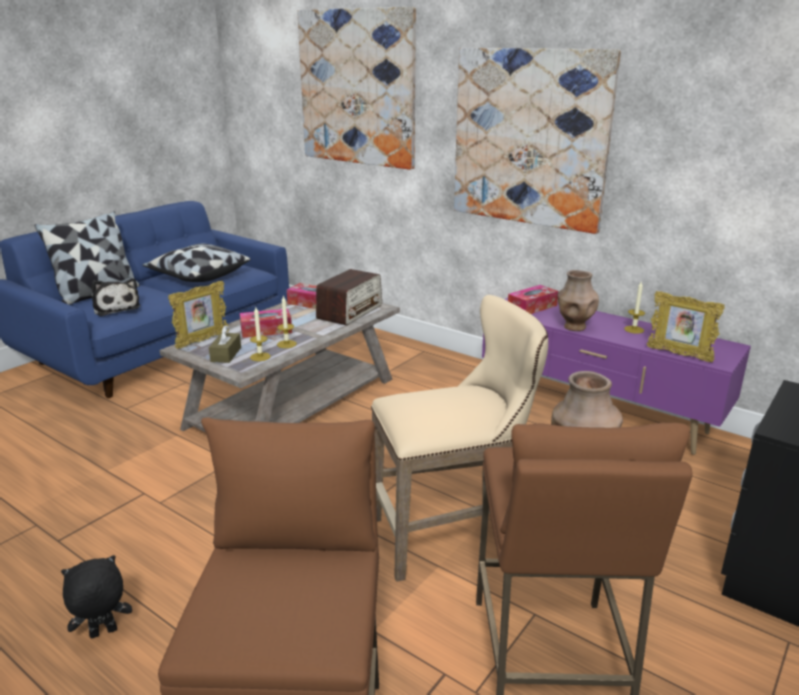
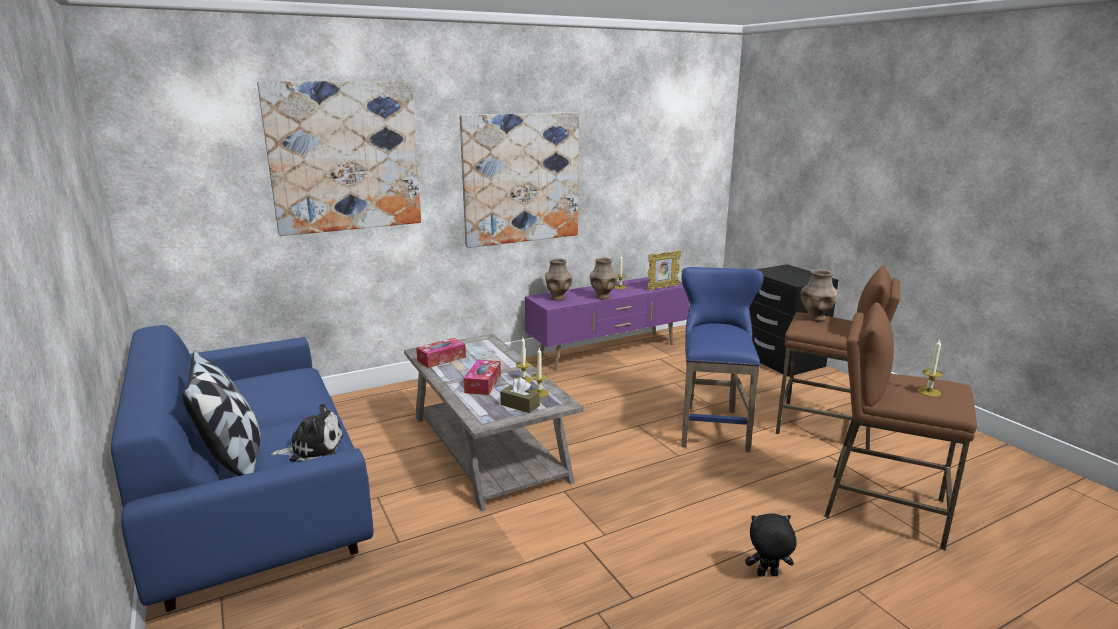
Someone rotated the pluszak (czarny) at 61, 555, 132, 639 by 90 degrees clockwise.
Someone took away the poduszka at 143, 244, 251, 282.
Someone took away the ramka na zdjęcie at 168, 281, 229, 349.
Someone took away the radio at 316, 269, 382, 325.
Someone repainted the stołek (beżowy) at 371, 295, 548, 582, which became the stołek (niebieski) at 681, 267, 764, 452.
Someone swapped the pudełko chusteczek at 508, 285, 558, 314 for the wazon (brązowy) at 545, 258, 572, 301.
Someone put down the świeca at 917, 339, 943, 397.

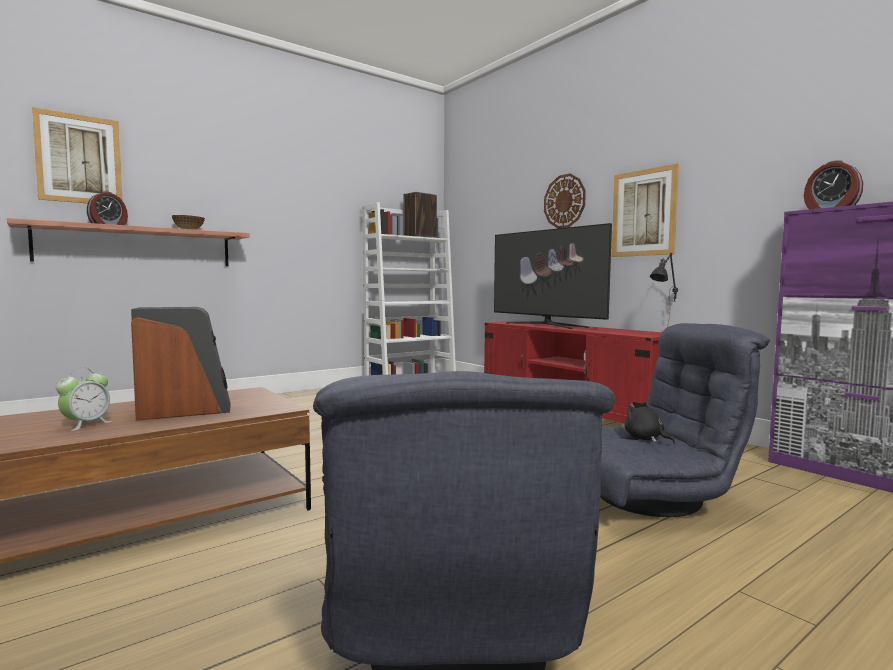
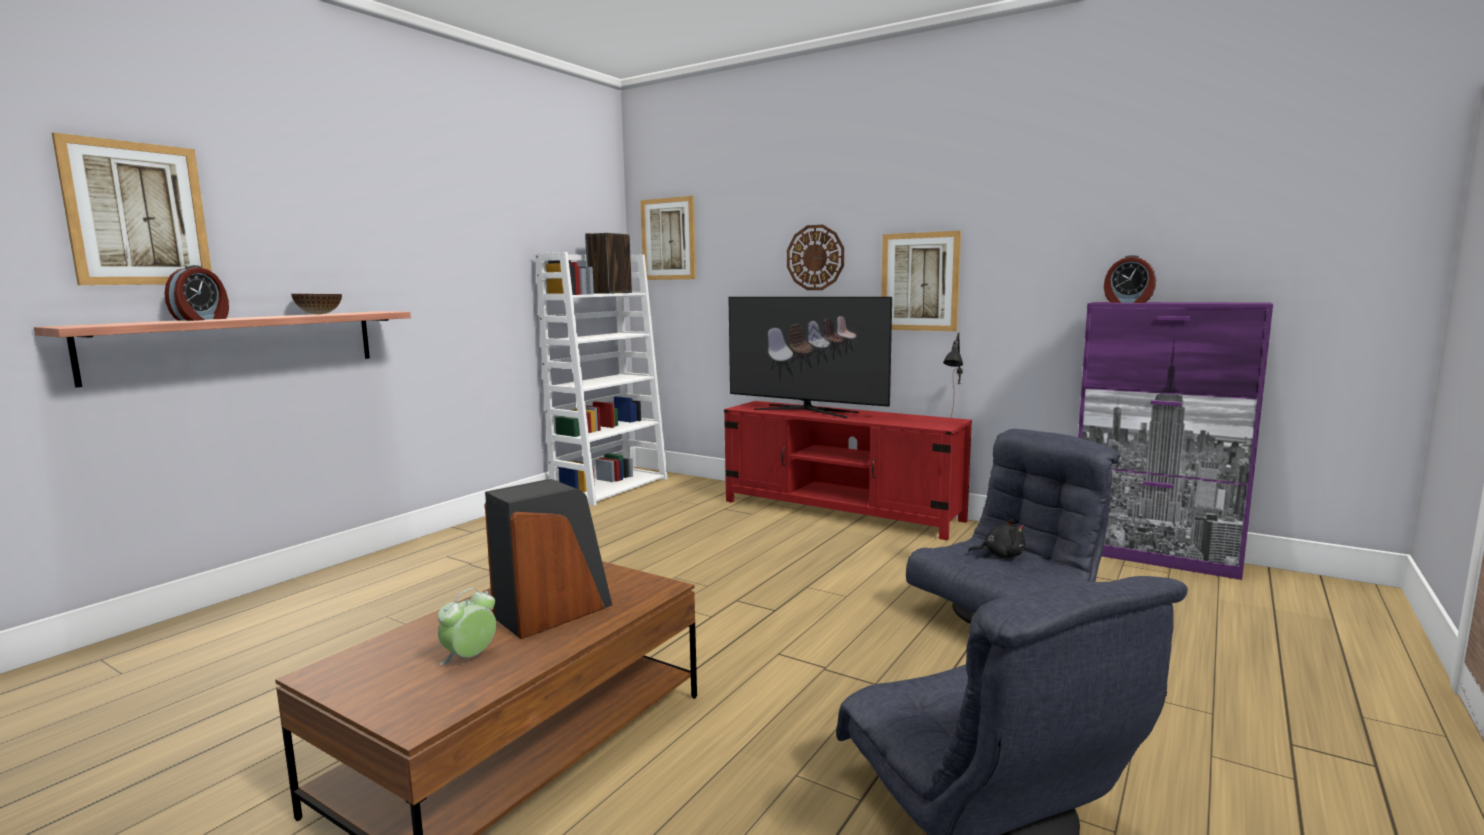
Someone rotated the budzik at 56, 368, 112, 431 by 150 degrees counterclockwise.
Someone rotated the pluszak (czarny) at 624, 402, 675, 444 by 150 degrees clockwise.
Someone put up the obraz at 640, 196, 696, 280.

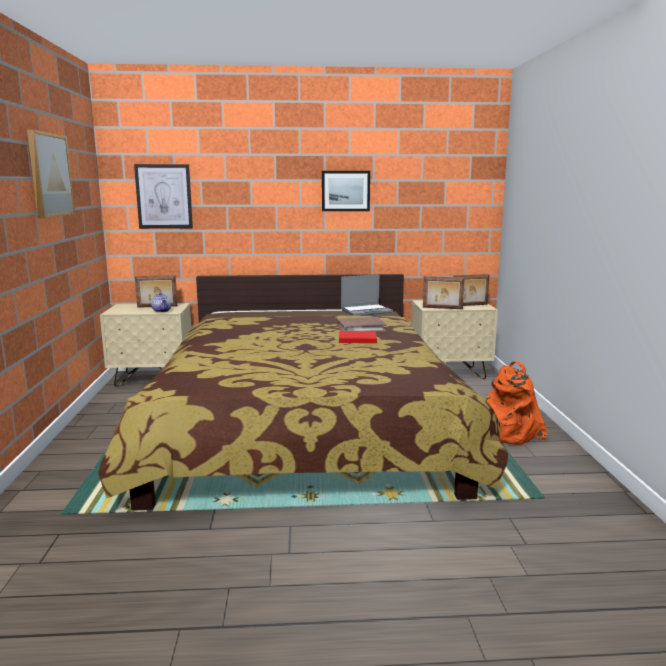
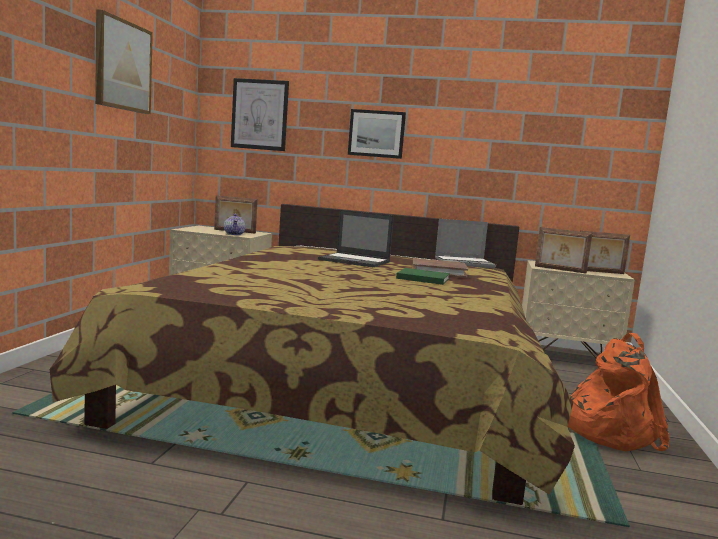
Someone carried the obraz from 322, 171, 370, 211 to 348, 109, 406, 159.
Someone repainted the książka (czerwony) at 339, 331, 377, 343, which became the książka (zielony) at 396, 268, 450, 285.
Someone put down the laptop at 318, 210, 394, 267.

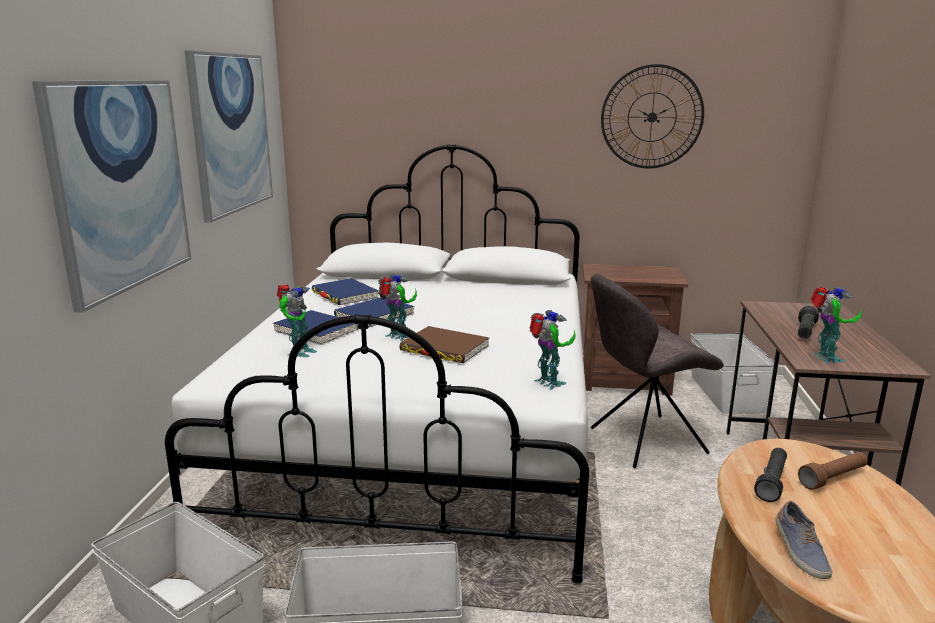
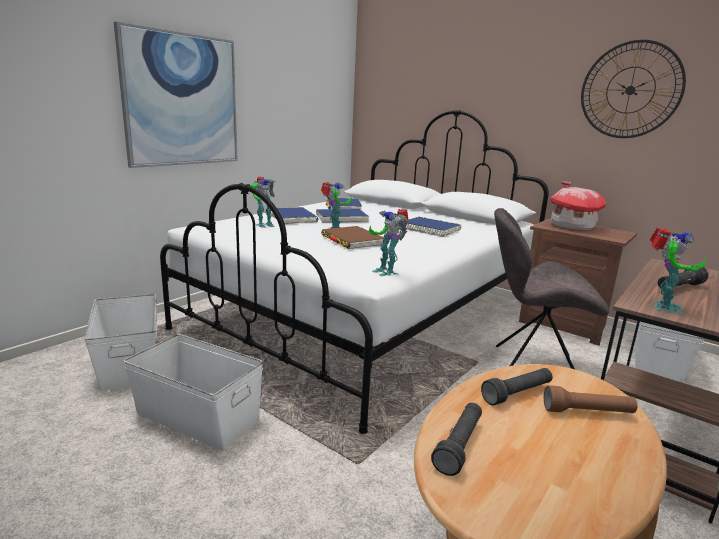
Someone took away the obraz at 185, 50, 273, 223.
Someone rotated the robot zabawkowy at 529, 310, 575, 390 by 150 degrees clockwise.
Someone swapped the but at 775, 501, 832, 579 for the latarka (czarny) at 431, 403, 482, 476.
Someone put down the książka (niebieski) at 406, 217, 461, 237.
Someone put down the domek at 550, 181, 606, 230.

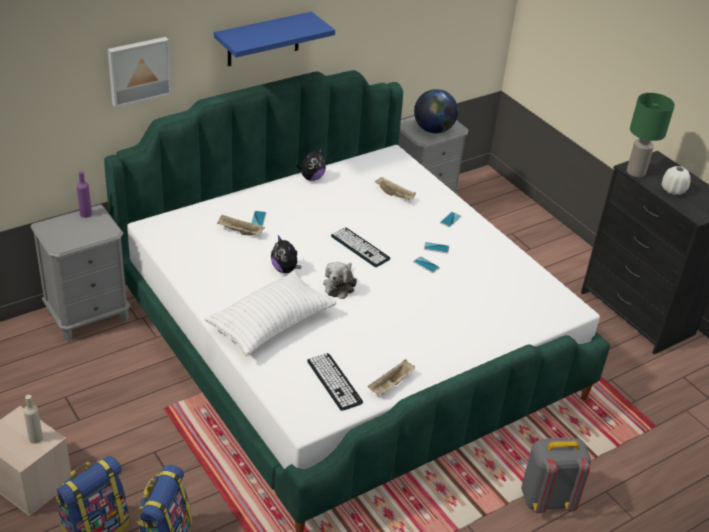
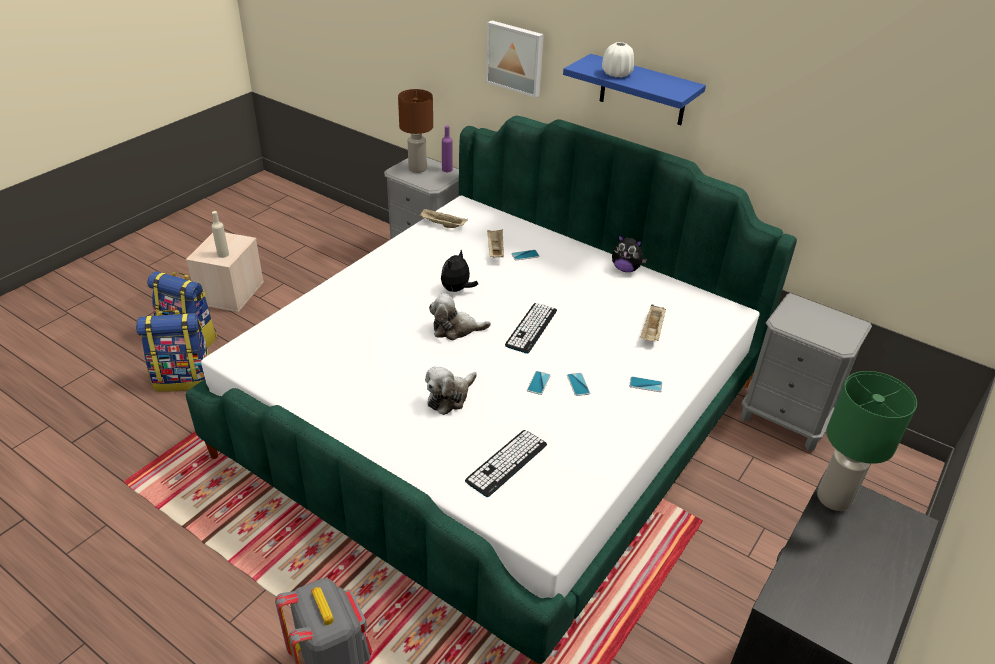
Someone took away the poduszka (biały) at 204, 271, 336, 356.
Someone carried the klawiatura from 307, 353, 363, 411 to 465, 430, 547, 497.
Someone carried the taca (beżowy) from 368, 360, 415, 395 to 420, 208, 468, 228.
Someone took away the globus at 414, 89, 458, 133.
Someone carried the wazon (biały) from 662, 166, 691, 195 to 602, 42, 634, 78.
Someone put down the lampa stołowa (brązowy) at 398, 89, 433, 173.
Someone put down the pluszak at 425, 367, 477, 415.

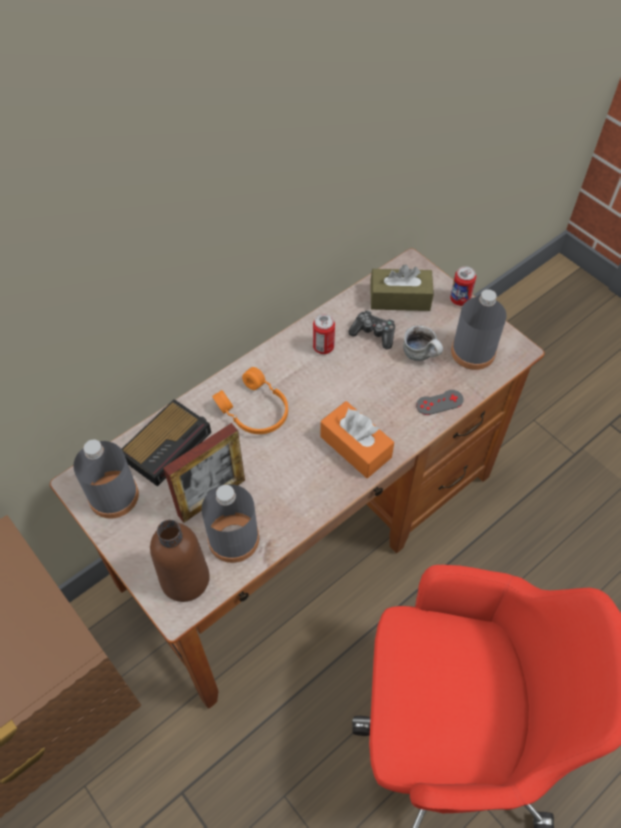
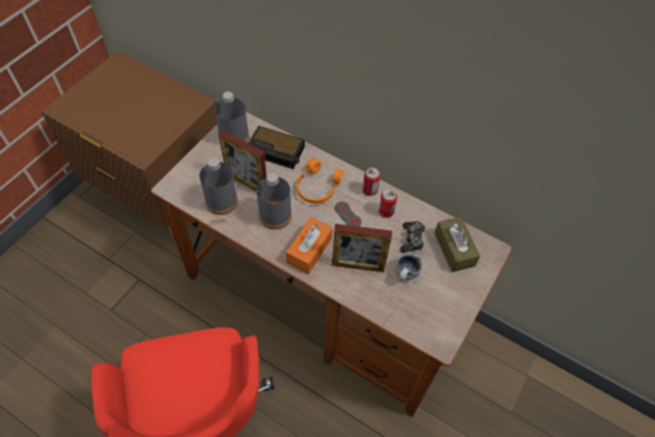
Someone took away the butelka (brązowy) at 150, 520, 210, 602.
Someone carried the pad do gier (szary) from 416, 390, 464, 415 to 335, 202, 362, 227.
Someone carried the puszka from 450, 266, 476, 306 to 362, 167, 380, 196.
Someone carried the butelka (szary) from 451, 289, 507, 370 to 257, 173, 292, 230.
Someone put down the ramka na zdjęcie at 332, 224, 392, 272.

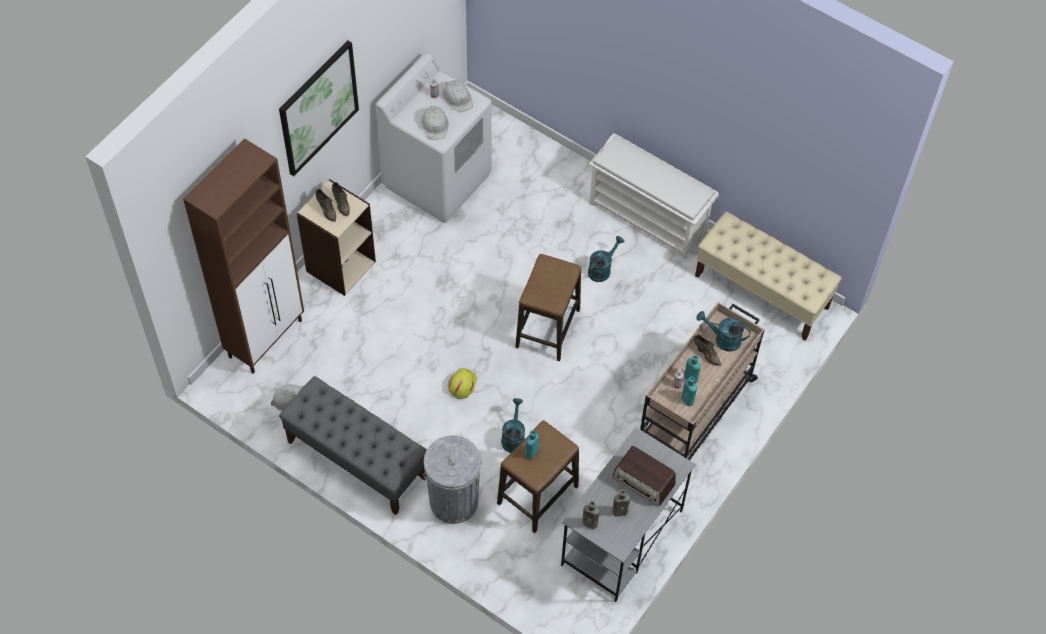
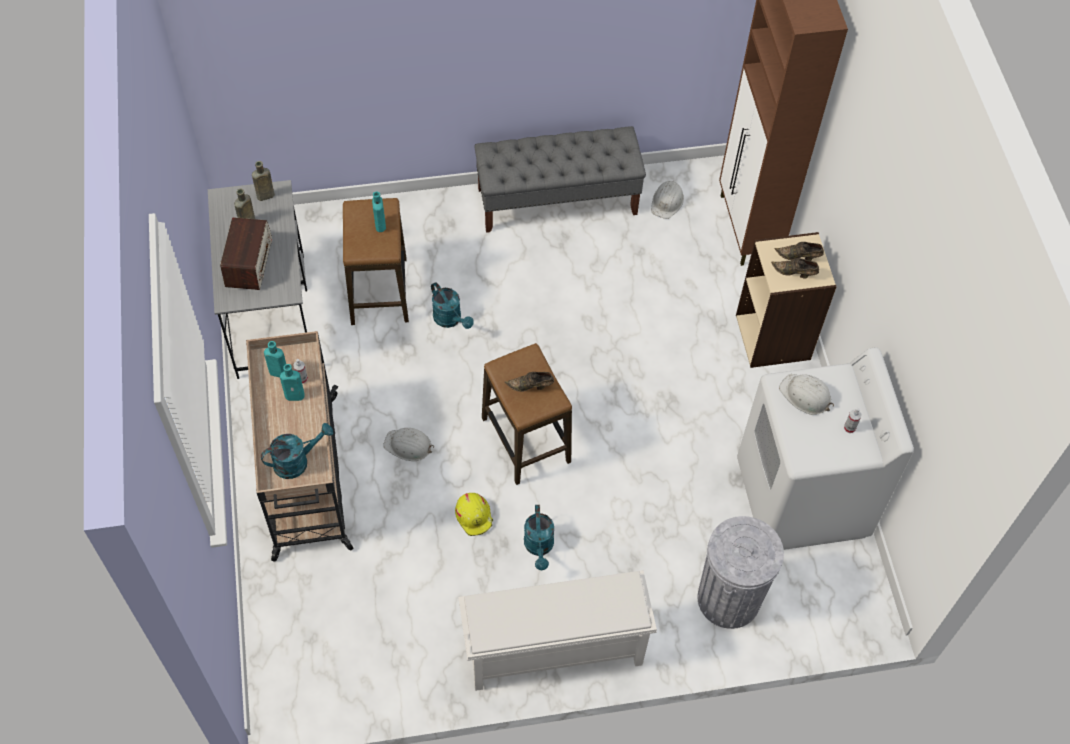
Someone took away the obraz at 279, 41, 359, 176.
Someone carried the kosz na śmieci (szary) from 423, 435, 482, 524 to 698, 516, 784, 629.
Someone carried the kask (biały) from 443, 80, 473, 112 to 383, 428, 434, 461.
Someone carried the kask (żółty) from 448, 368, 477, 399 to 455, 493, 493, 536.
Someone rotated the radio at 613, 446, 676, 506 by 105 degrees clockwise.
Someone carried the but (brązowy) from 694, 334, 722, 366 to 504, 372, 554, 392.
Someone took away the ławka (beżowy) at 695, 211, 842, 341.

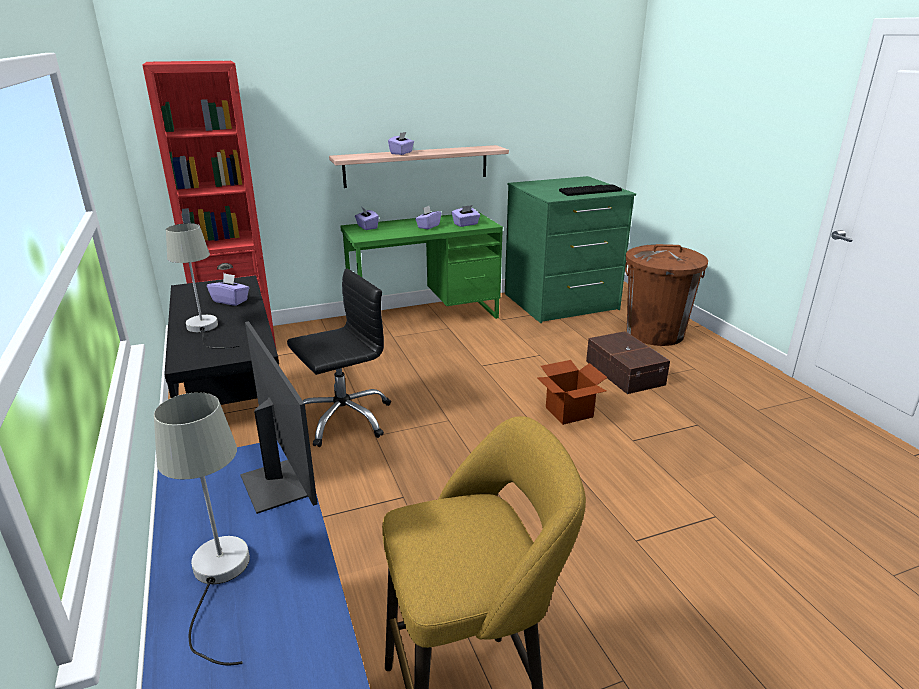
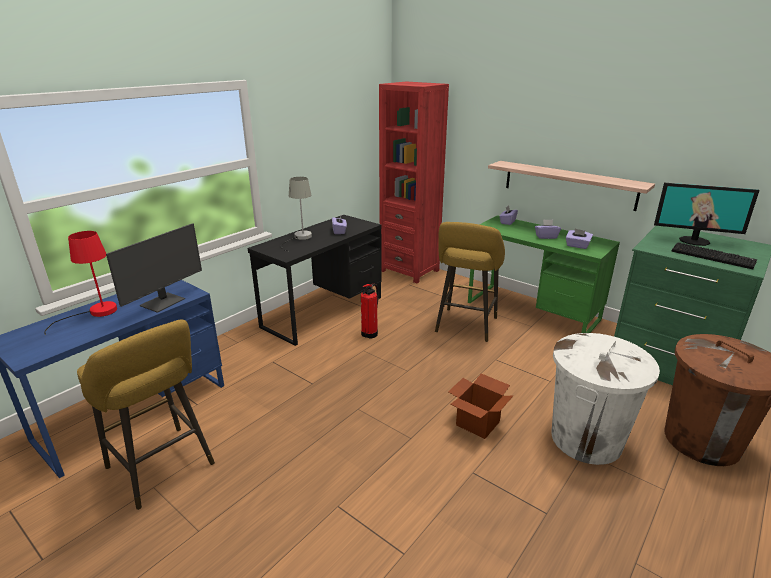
Someone repainted the lampa stołowa (szary) at 154, 392, 250, 665, which became the lampa stołowa (czerwony) at 44, 231, 117, 335.
Someone swapped the krzesło biurowe (czarny) at 287, 268, 391, 447 for the gaśnica at 361, 283, 379, 339.
Someone took away the pudełko chusteczek (fioletowy) at 388, 132, 414, 155.
Someone swapped the pojemnik do przechowywania (brązowy) at 586, 331, 670, 394 for the kosz na śmieci (biały) at 551, 333, 660, 465.
Someone put down the stołek (żółty) at 435, 222, 505, 342.
Someone put down the monitor at 654, 183, 760, 246.

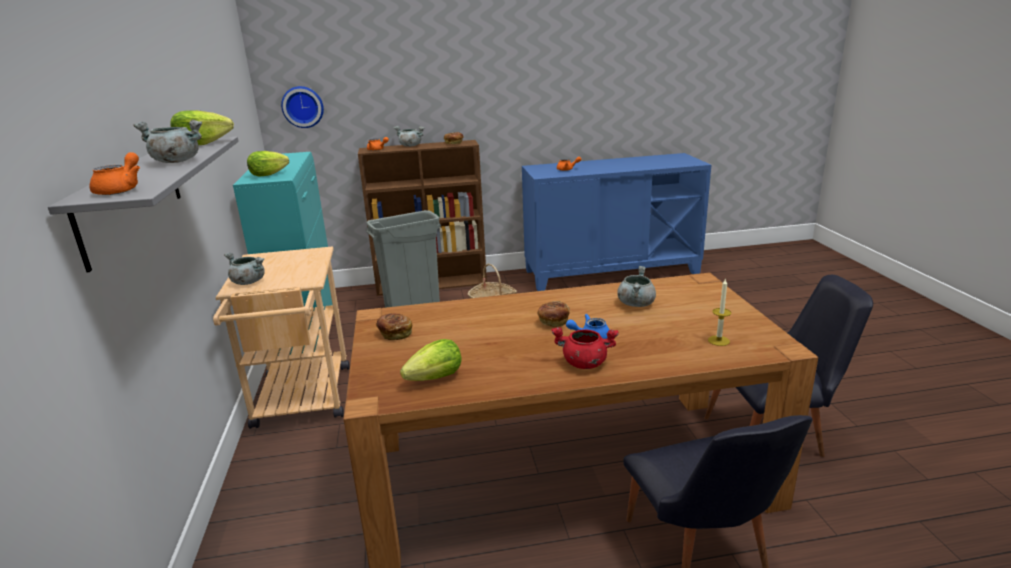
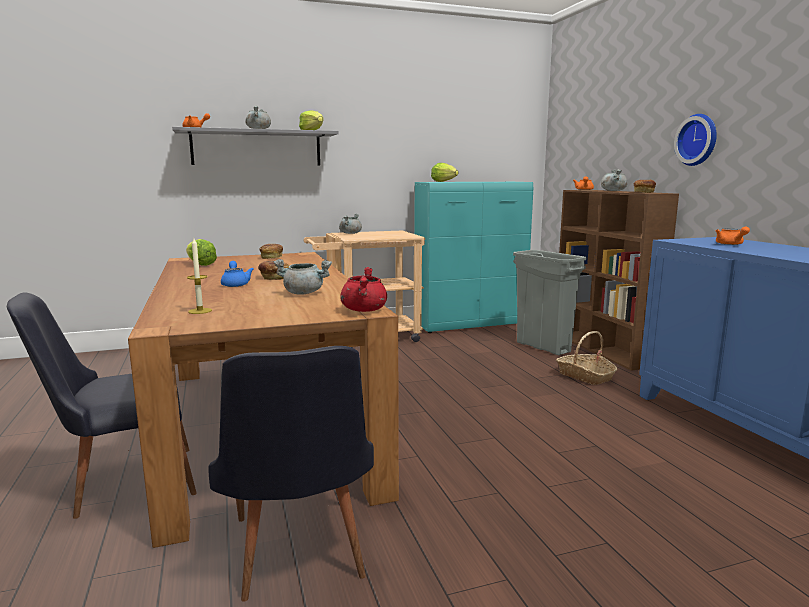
Someone carried the zegar ścienny from 281, 86, 324, 128 to 674, 114, 717, 166.
Someone carried the garnek (czerwony) from 551, 327, 618, 369 to 341, 267, 387, 312.

